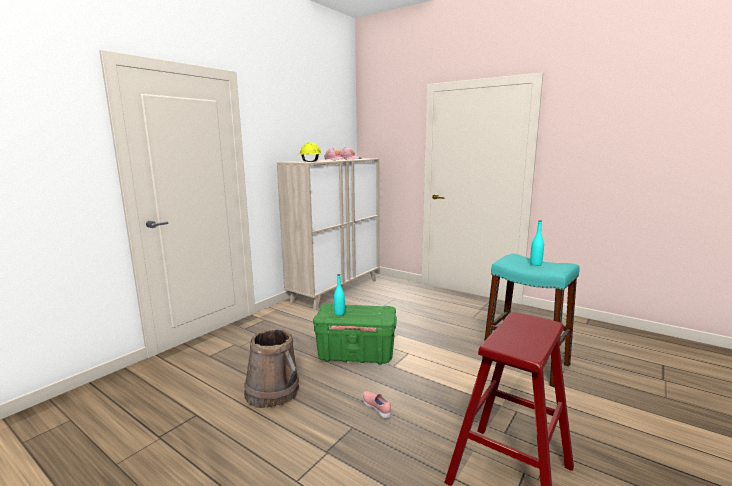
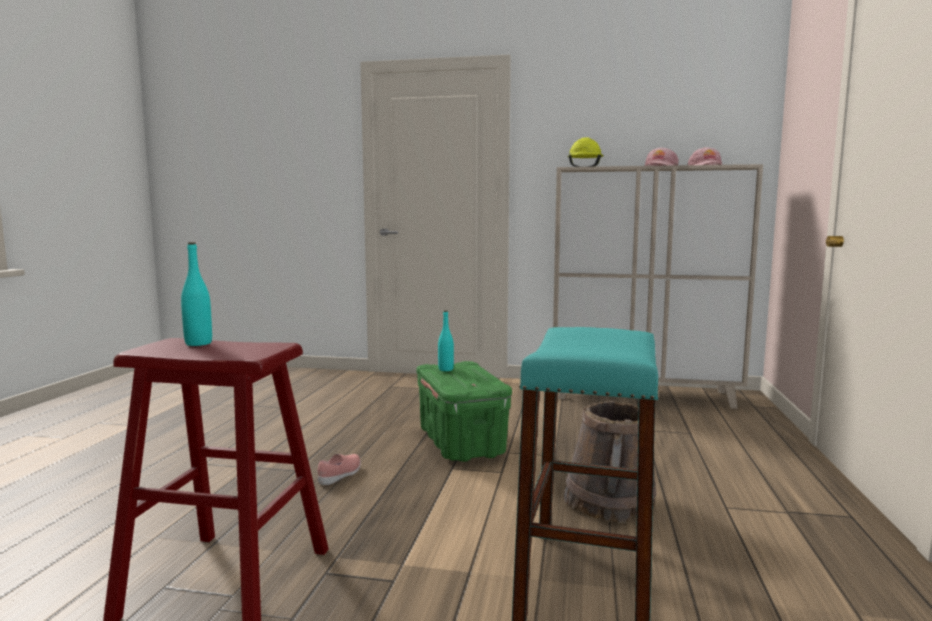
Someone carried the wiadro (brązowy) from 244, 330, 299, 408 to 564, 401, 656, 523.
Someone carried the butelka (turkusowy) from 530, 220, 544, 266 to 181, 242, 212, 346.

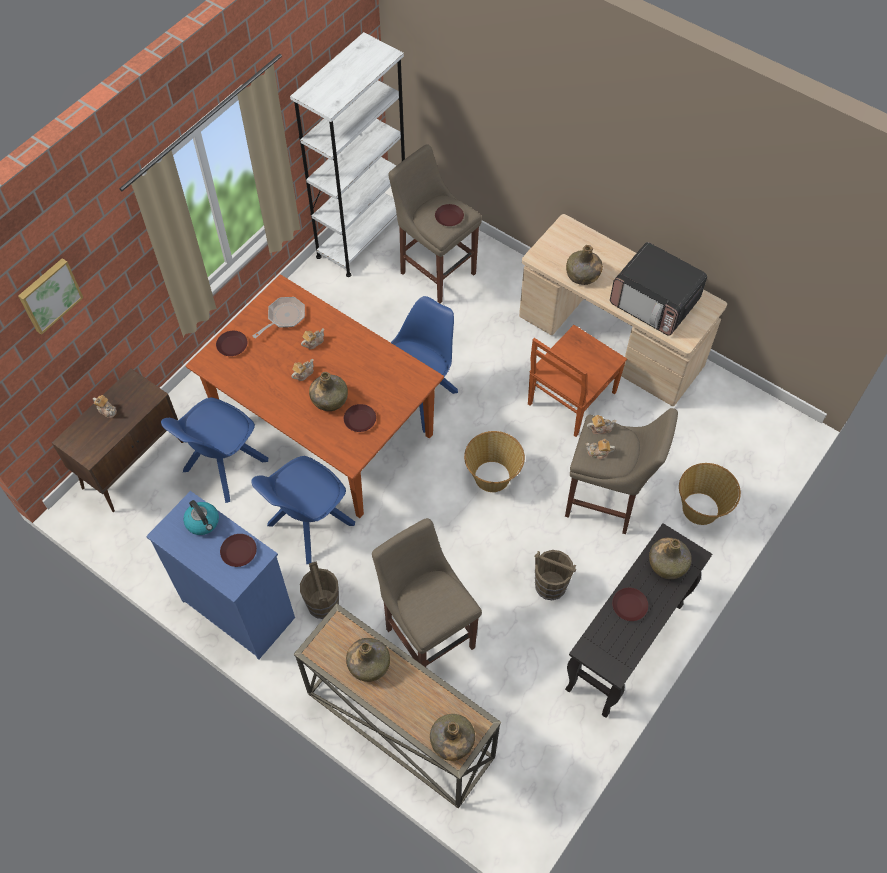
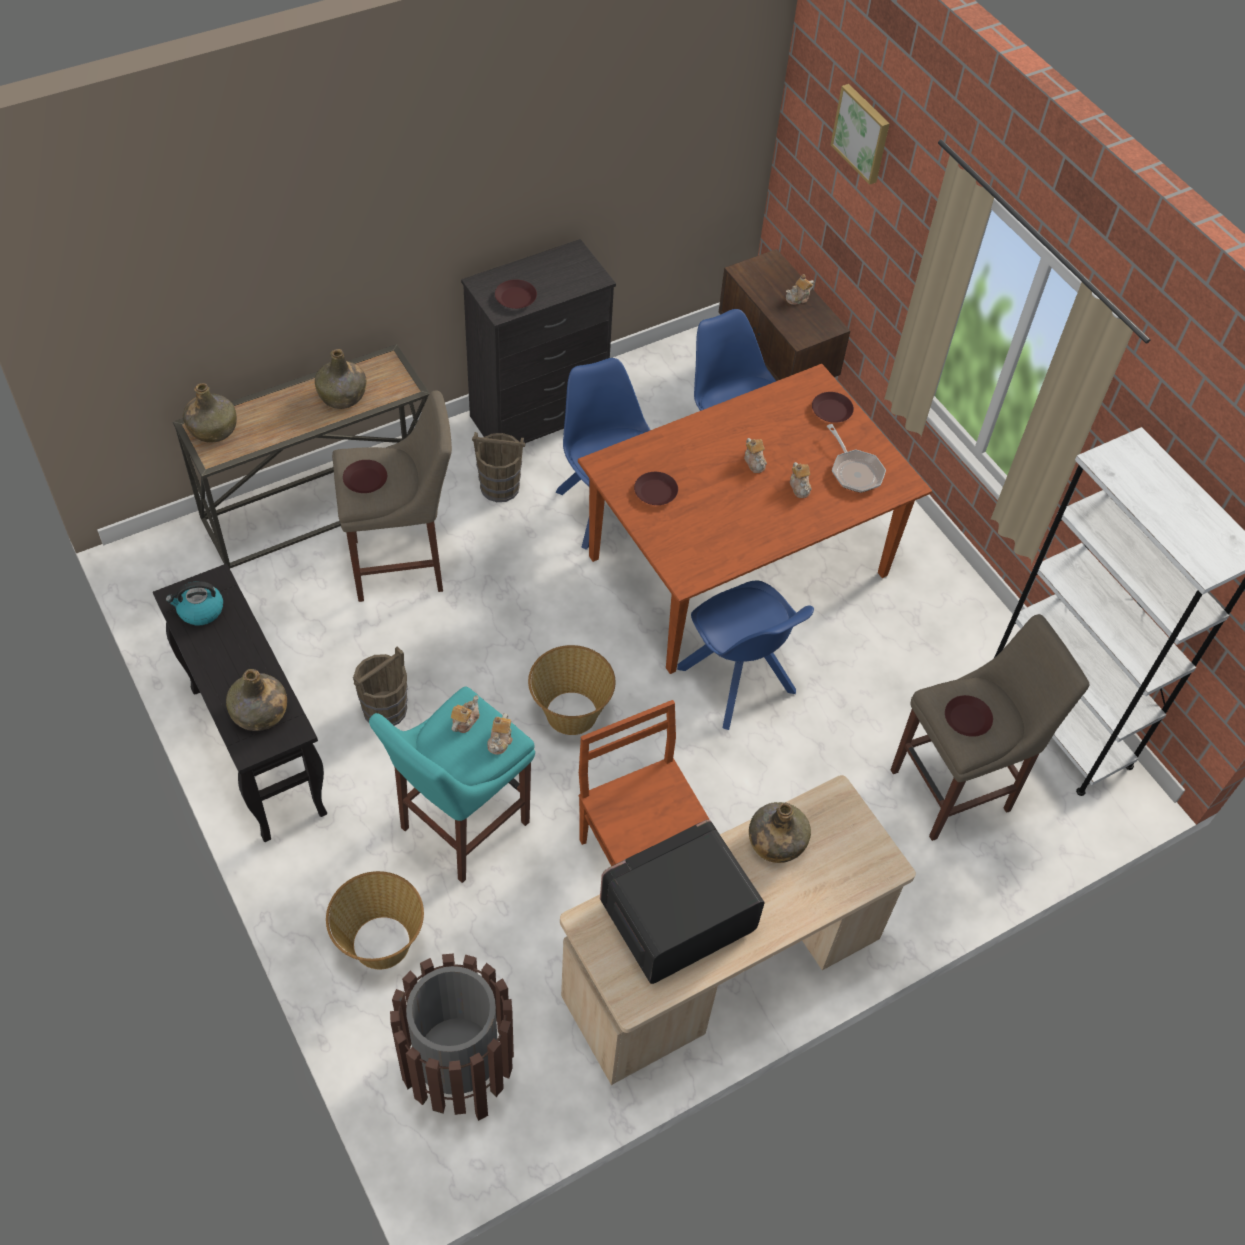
Someone repainted the komoda (niebieski) at 146, 491, 295, 660, which became the komoda (czarny) at 461, 239, 616, 443.
Someone carried the czajnik from 183, 500, 219, 535 to 166, 581, 223, 626.
Someone took away the butelka (zielony) at 309, 372, 348, 411.
Someone repainted the stołek (beżowy) at 565, 408, 678, 534, which became the stołek (turkusowy) at 369, 686, 535, 883.
Someone carried the talerz (brązowy) from 612, 588, 648, 621 to 343, 460, 387, 493.
Someone put down the kosz na śmieci (brązowy) at 390, 953, 514, 1121.

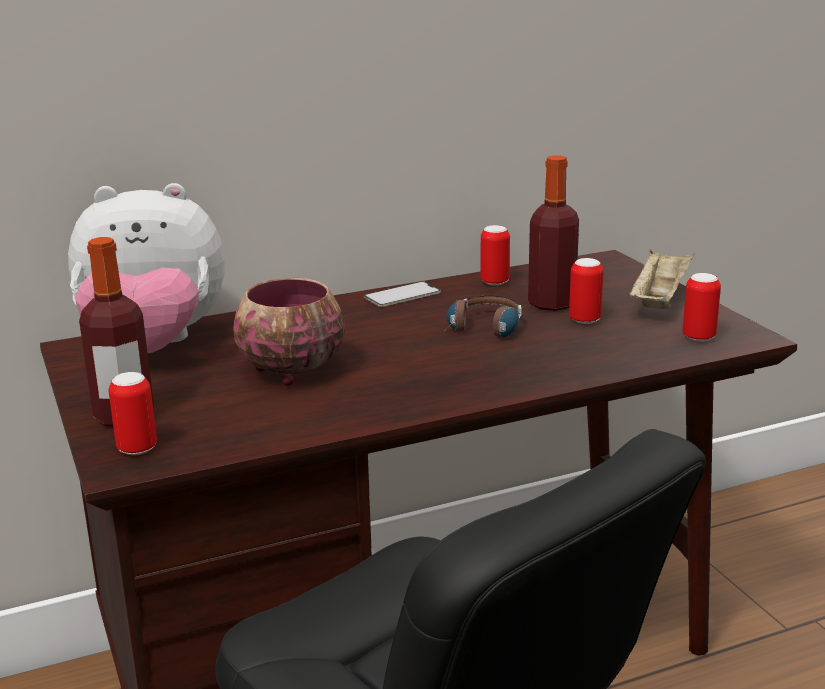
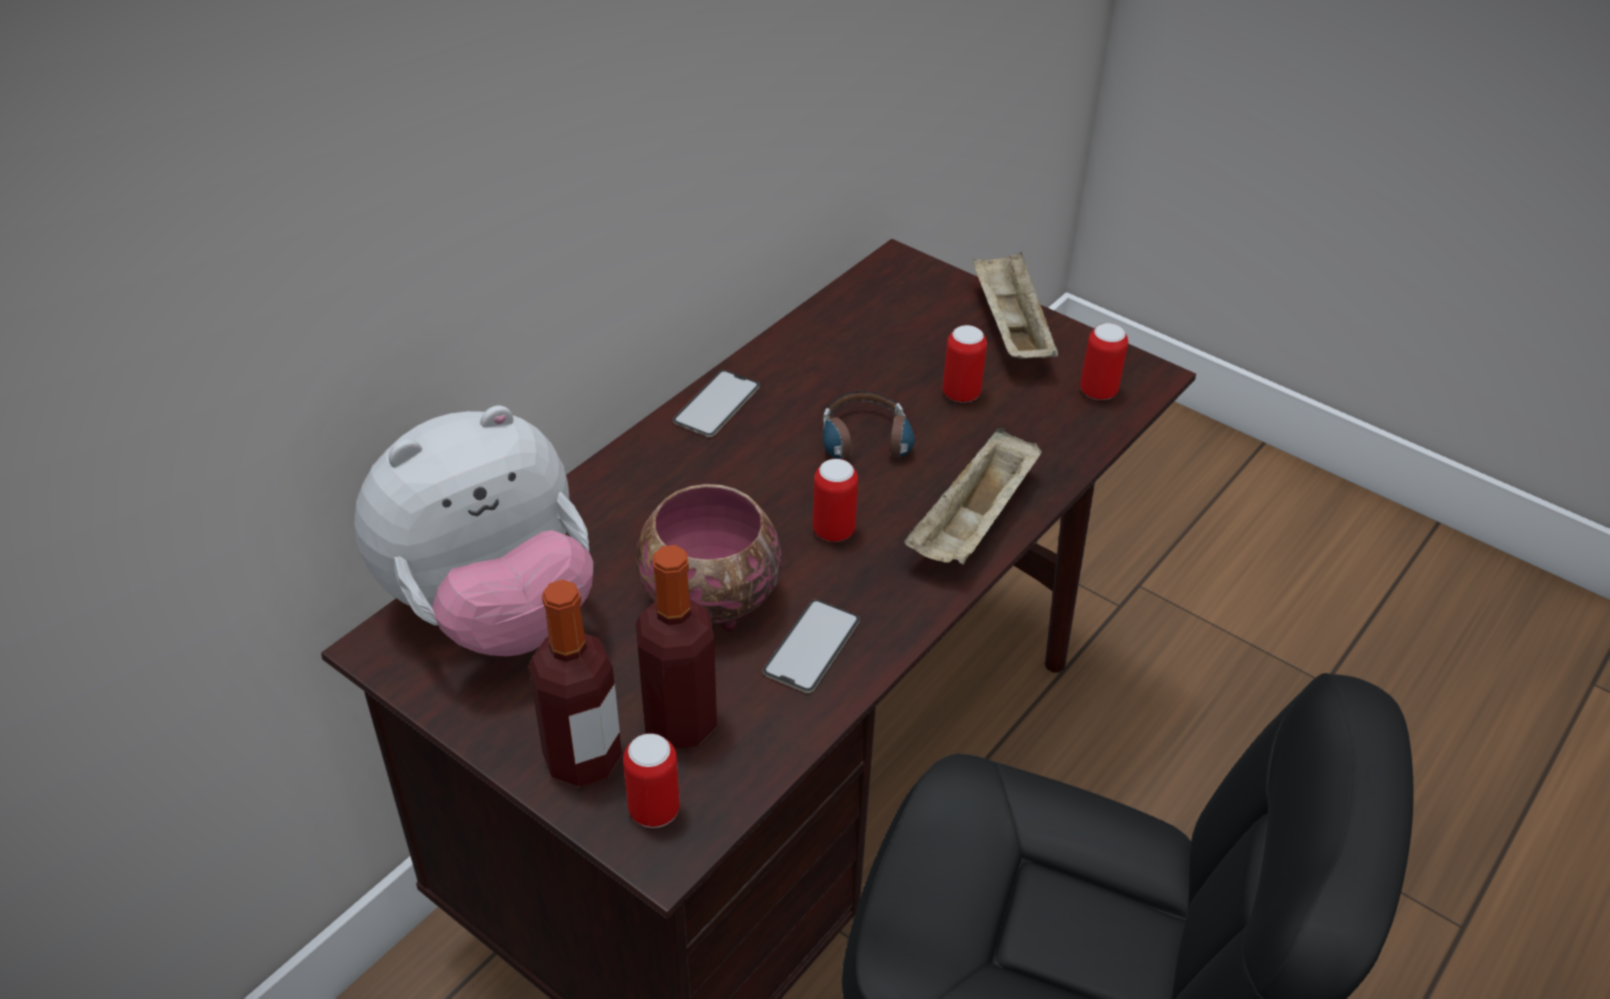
Someone carried the puszka from 480, 225, 510, 286 to 813, 459, 858, 542.
Someone carried the butelka from 528, 155, 579, 311 to 636, 545, 717, 749.
Someone put down the telefon at 763, 600, 860, 693.
Someone put down the taca (beżowy) at 904, 428, 1042, 564.

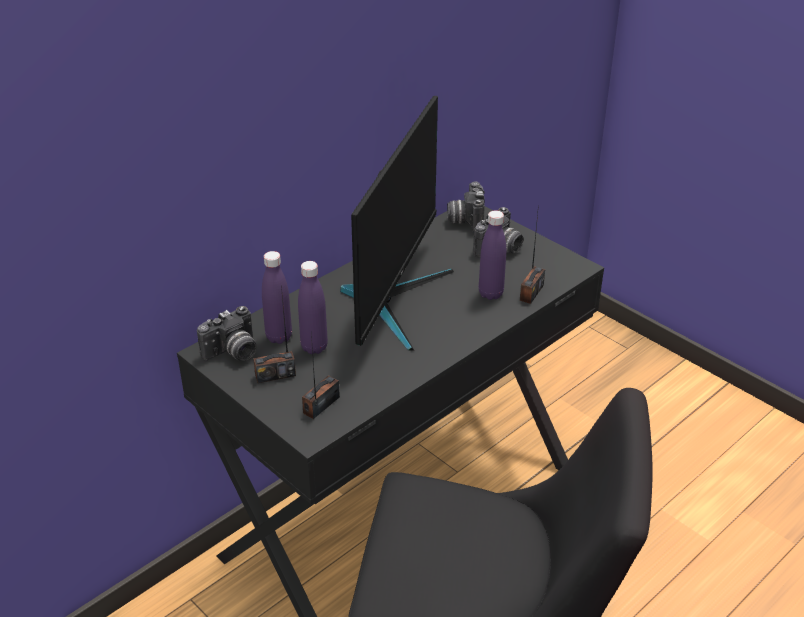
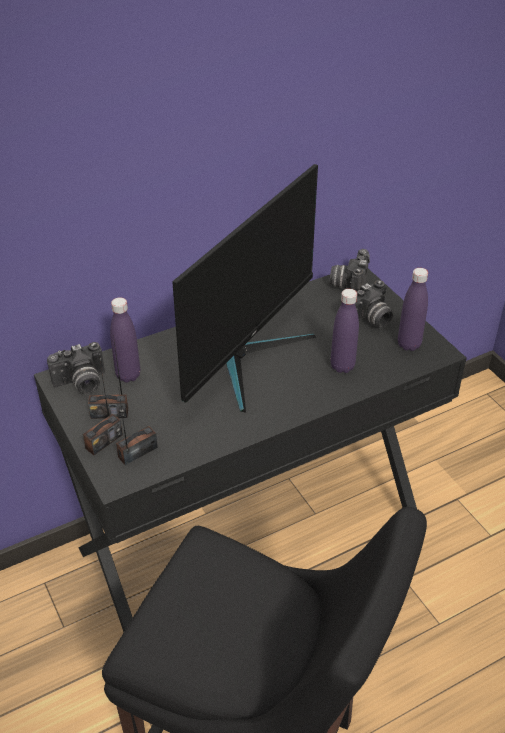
Someone carried the butelka (fioletowy) from 298, 261, 328, 354 to 398, 268, 428, 351.
Someone carried the radio from 520, 205, 545, 304 to 83, 357, 123, 455.

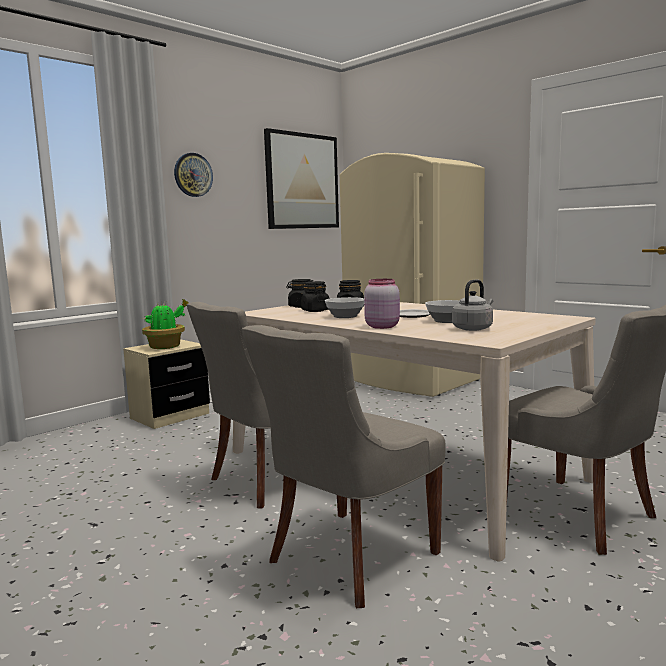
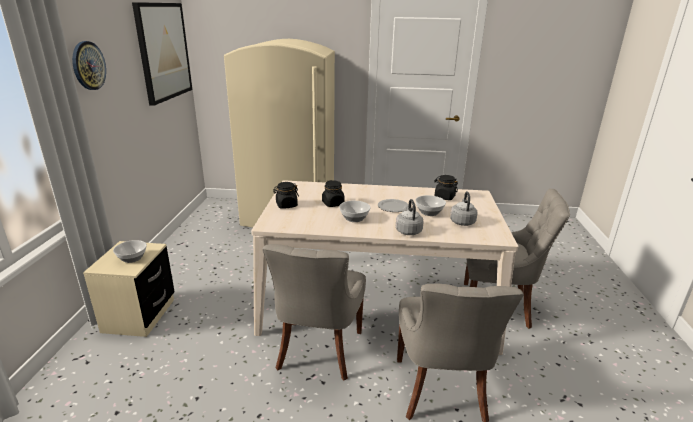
Someone swapped the roślina doniczkowa at 142, 299, 189, 349 for the miska at 113, 240, 147, 263.
Someone carried the słoik (czarny) from 301, 281, 330, 312 to 434, 175, 458, 200.
Someone swapped the słoik (różowy) at 364, 279, 400, 329 for the czajnik (szary) at 396, 199, 423, 235.

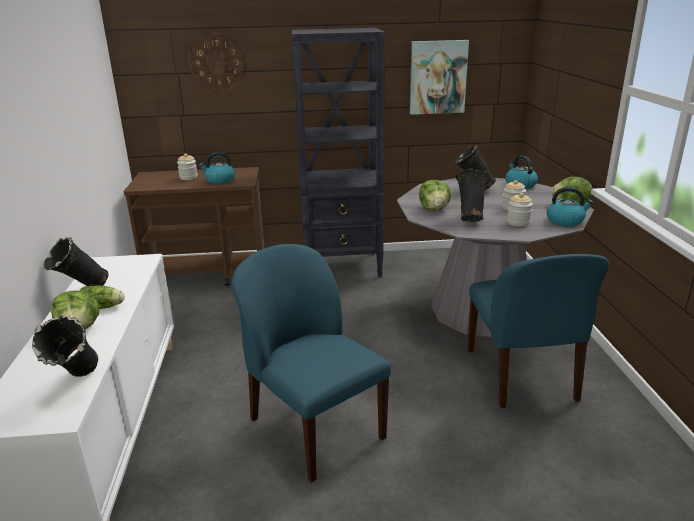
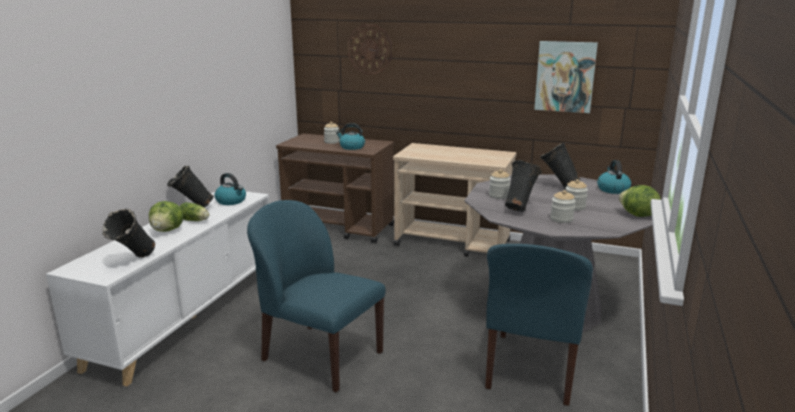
Someone rotated the krzesło (niebieski) at 232, 244, 392, 483 by 45 degrees counterclockwise.
Someone swapped the regał (czarny) at 292, 28, 385, 277 for the wózek (beżowy) at 393, 143, 517, 257.
Someone swapped the sałata at 419, 180, 451, 210 for the słoik at 489, 169, 511, 199.
Someone carried the czajnik from 547, 187, 593, 226 to 214, 173, 246, 205.

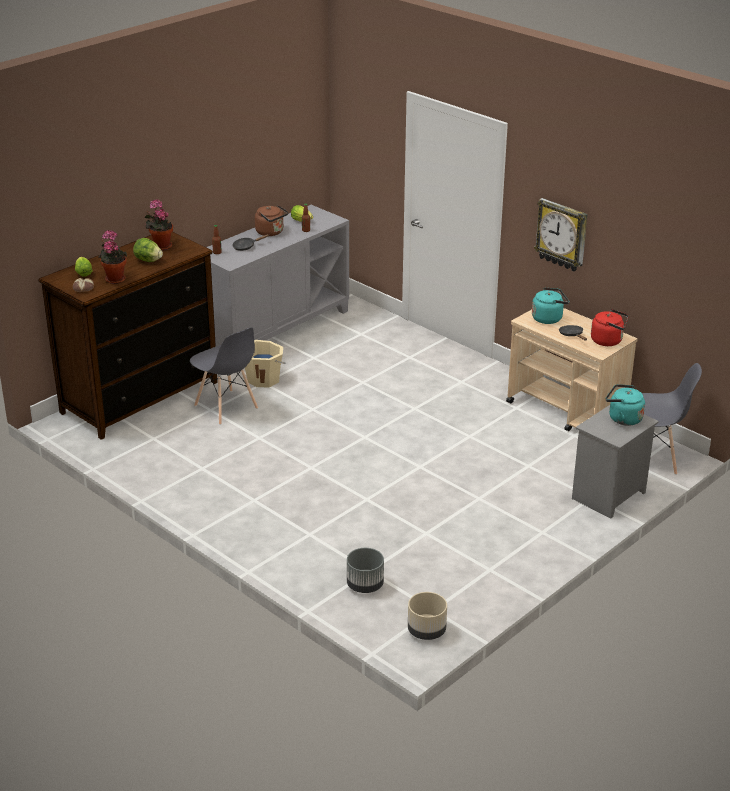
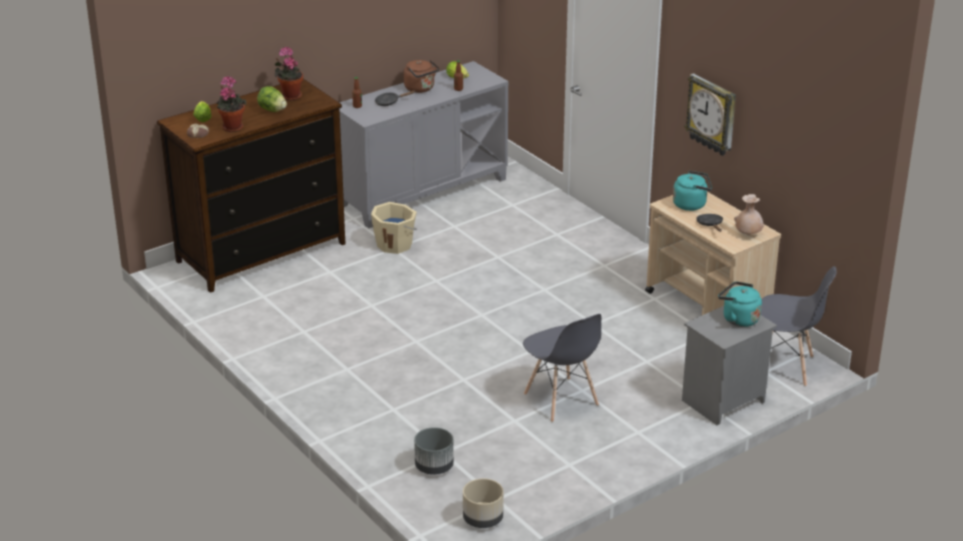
Someone carried the krzesło (szary) from 190, 327, 258, 425 to 523, 314, 601, 422.
Someone swapped the czajnik (czerwony) at 591, 309, 629, 346 for the wazon (beżowy) at 734, 194, 764, 235.

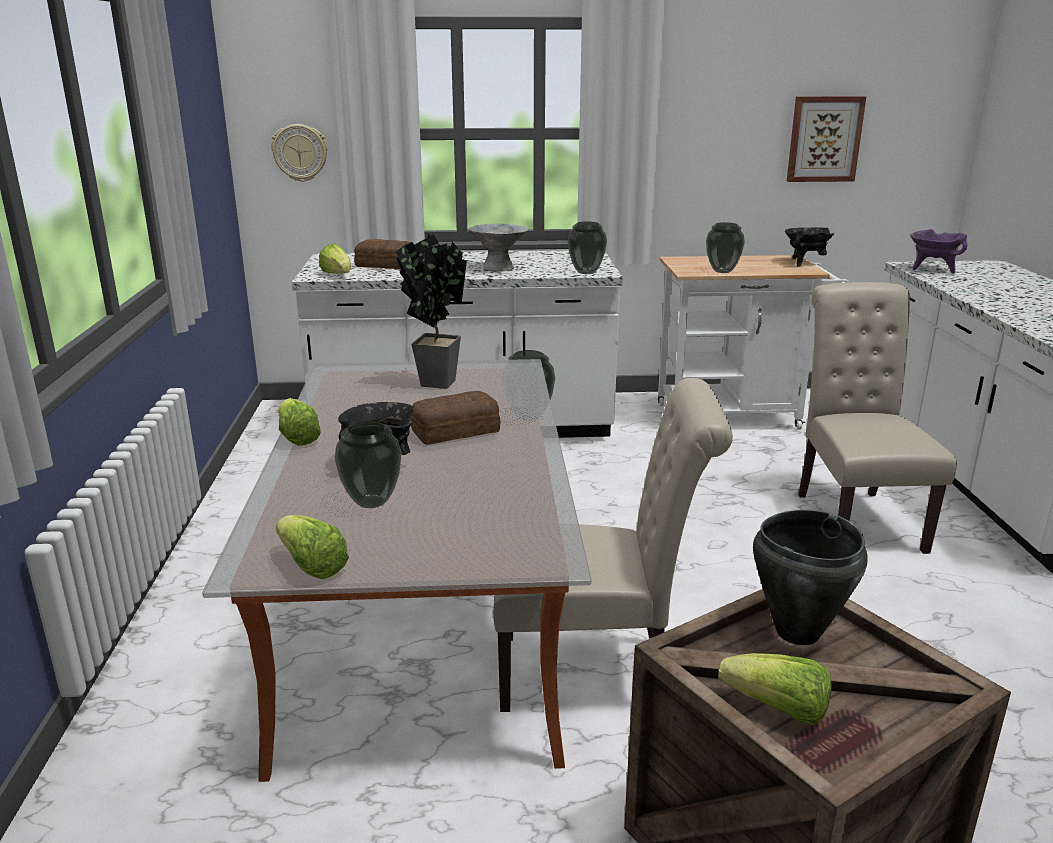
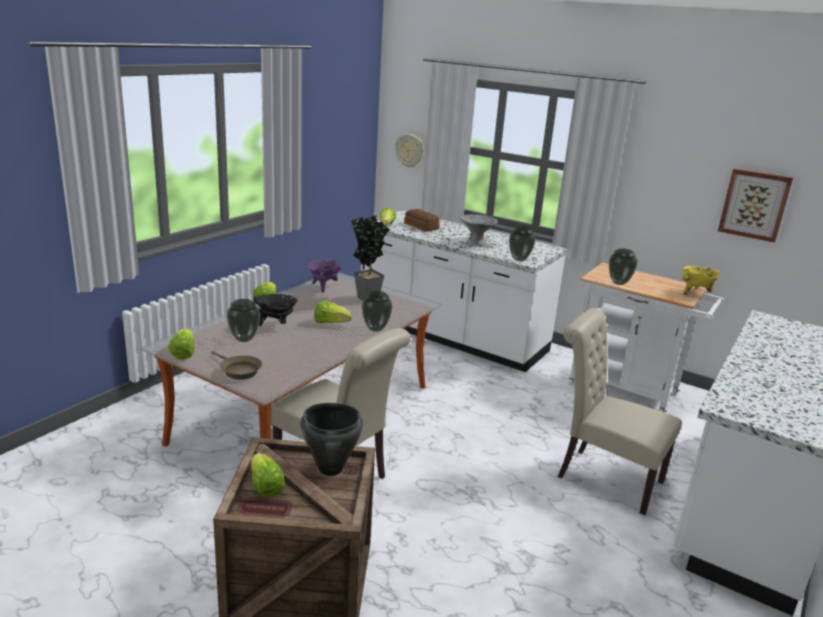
Someone swapped the chleb at 411, 391, 501, 445 for the sałata at 314, 301, 352, 323.
Someone repainted the garnek (czarny) at 785, 227, 834, 267, which became the garnek (żółty) at 682, 266, 721, 295.
Someone rotated the krzesło (beżowy) at 798, 282, 957, 554 by 90 degrees counterclockwise.
Someone carried the garnek (fioletowy) from 910, 229, 967, 274 to 307, 259, 342, 293.
Someone put down the patelnia (brązowy) at 211, 351, 262, 380.

